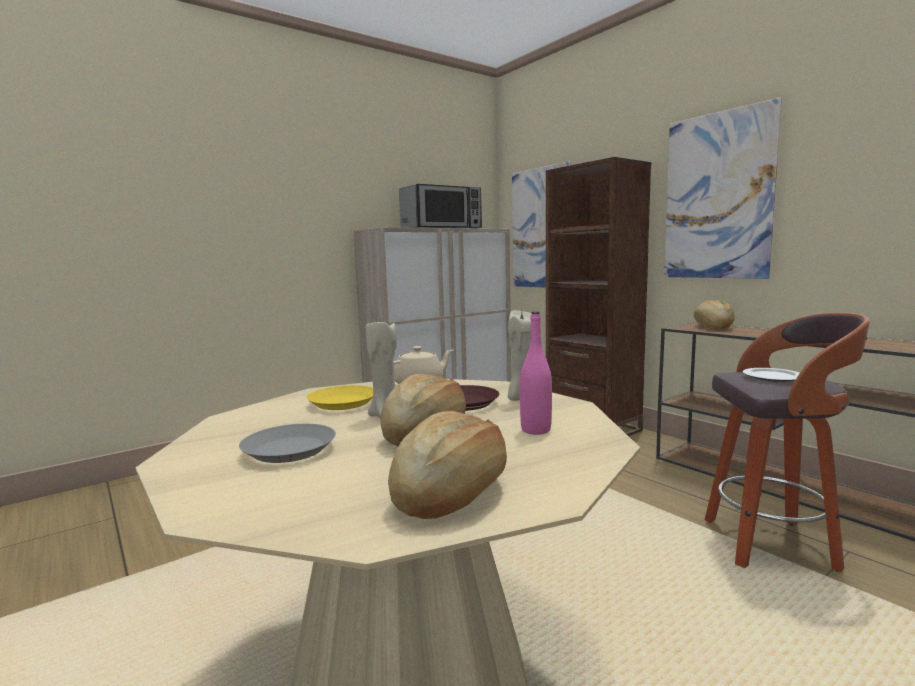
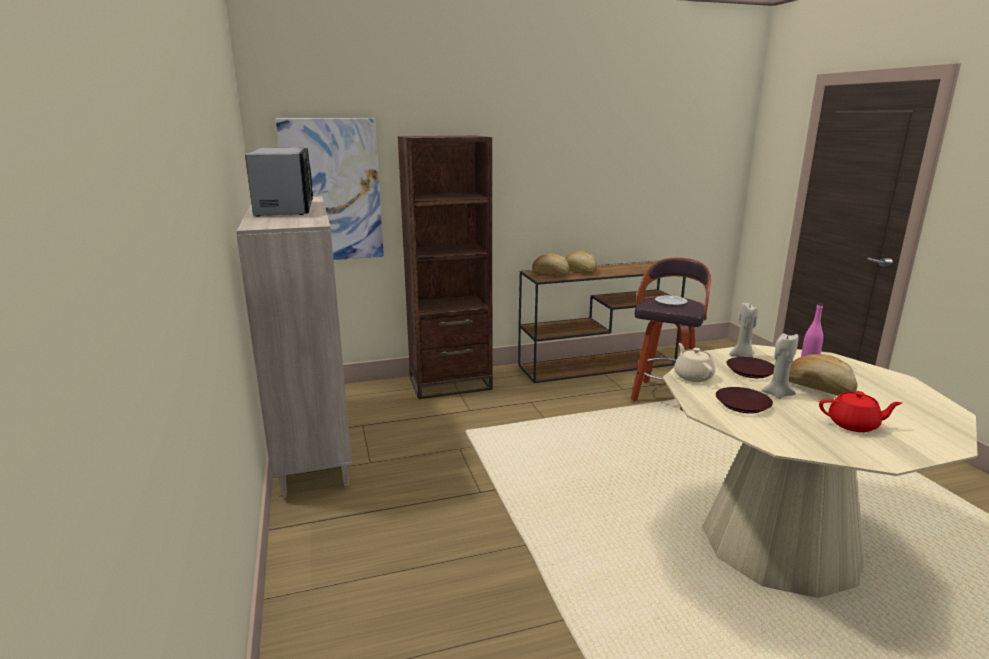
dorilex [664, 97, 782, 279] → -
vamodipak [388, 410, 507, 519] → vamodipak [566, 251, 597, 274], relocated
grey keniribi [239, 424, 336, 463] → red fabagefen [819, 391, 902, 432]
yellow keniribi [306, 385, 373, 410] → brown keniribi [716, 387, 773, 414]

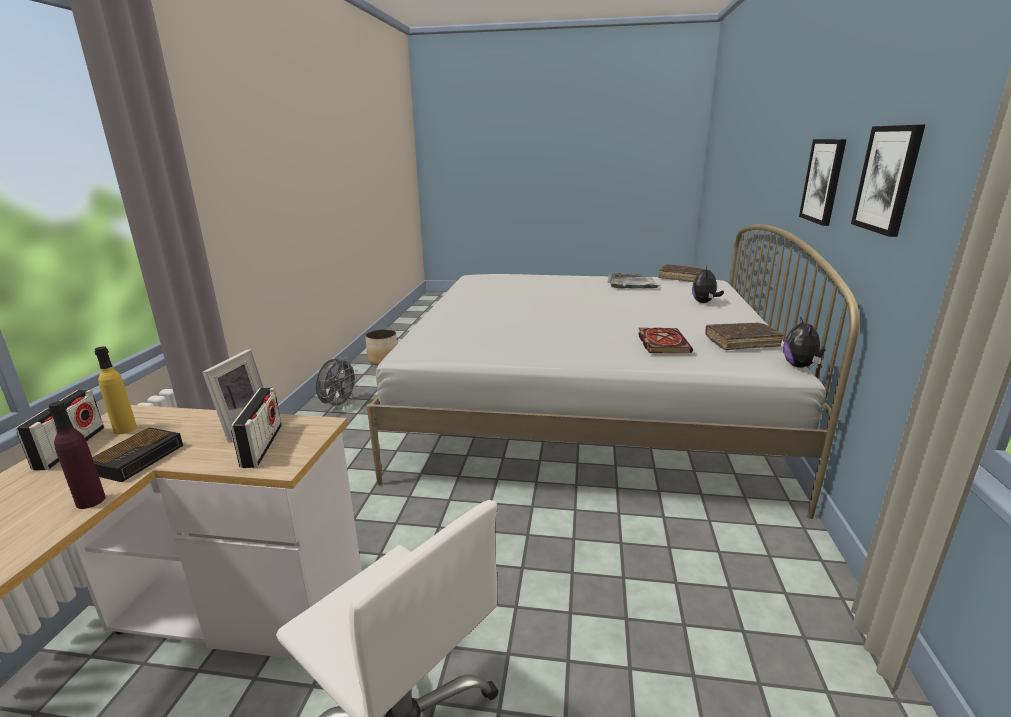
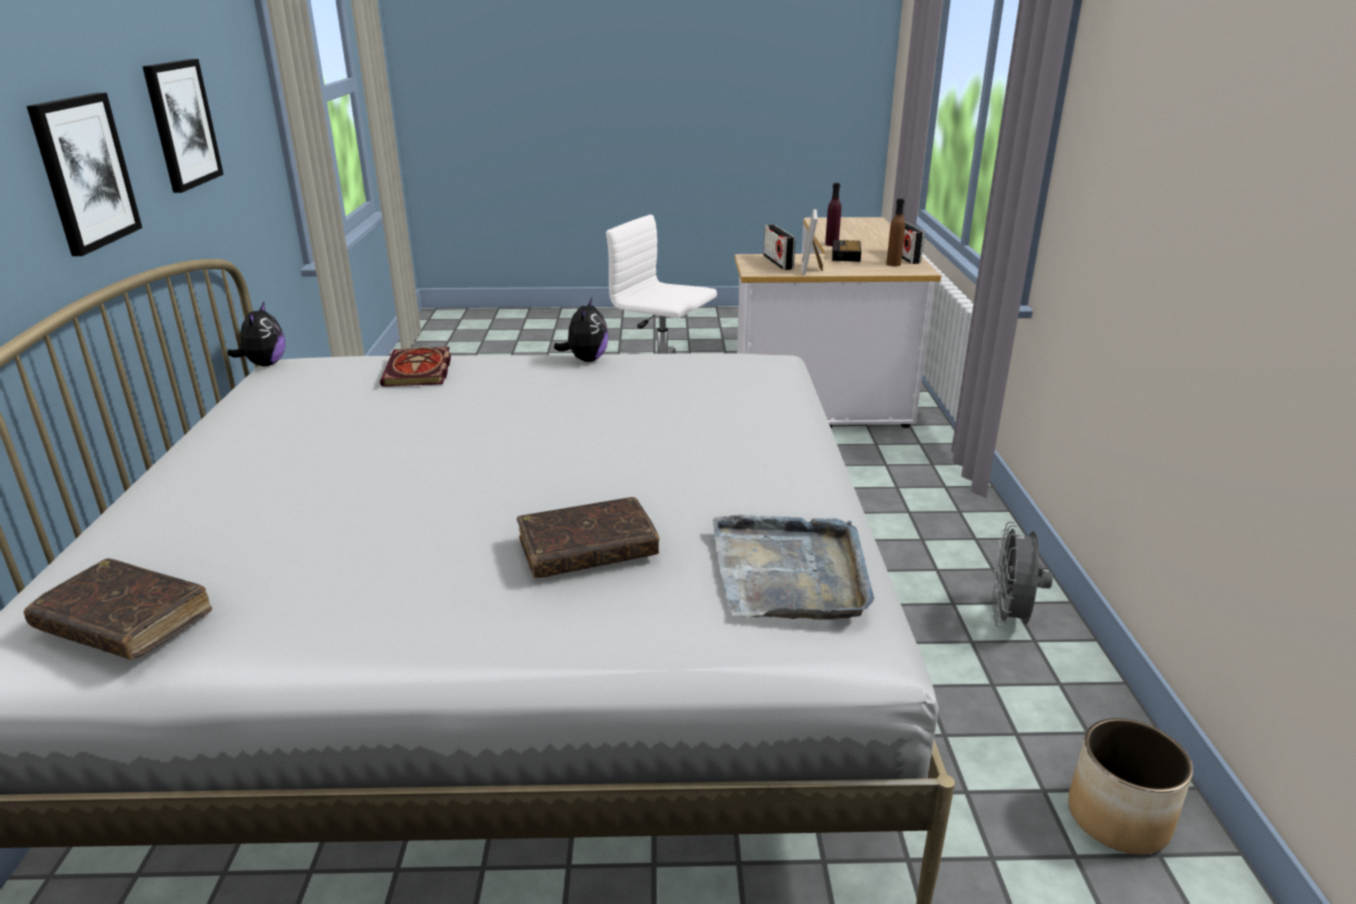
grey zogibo [608, 273, 660, 289] → grey zogibo [713, 514, 874, 620], relocated
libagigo [692, 266, 724, 303] → libagigo [554, 298, 608, 362], relocated
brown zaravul [705, 323, 784, 350] → brown zaravul [517, 497, 659, 578], relocated
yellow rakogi [95, 346, 137, 434] → brown rakogi [886, 198, 905, 266]

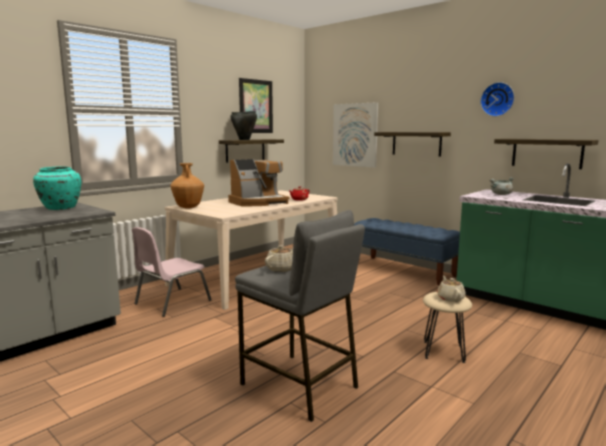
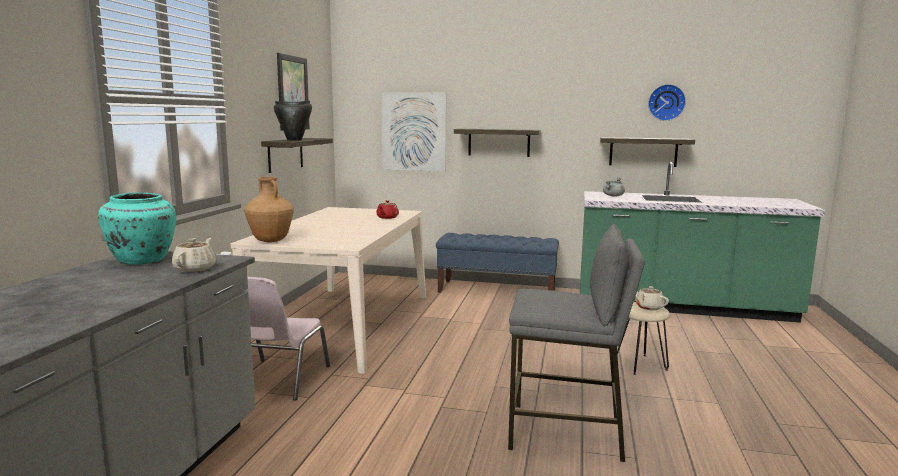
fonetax [228, 159, 289, 206] → -
beige fabagefen [265, 245, 293, 272] → beige fabagefen [172, 238, 216, 273], relocated
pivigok [480, 82, 515, 117] → pivigok [648, 84, 686, 121], relocated

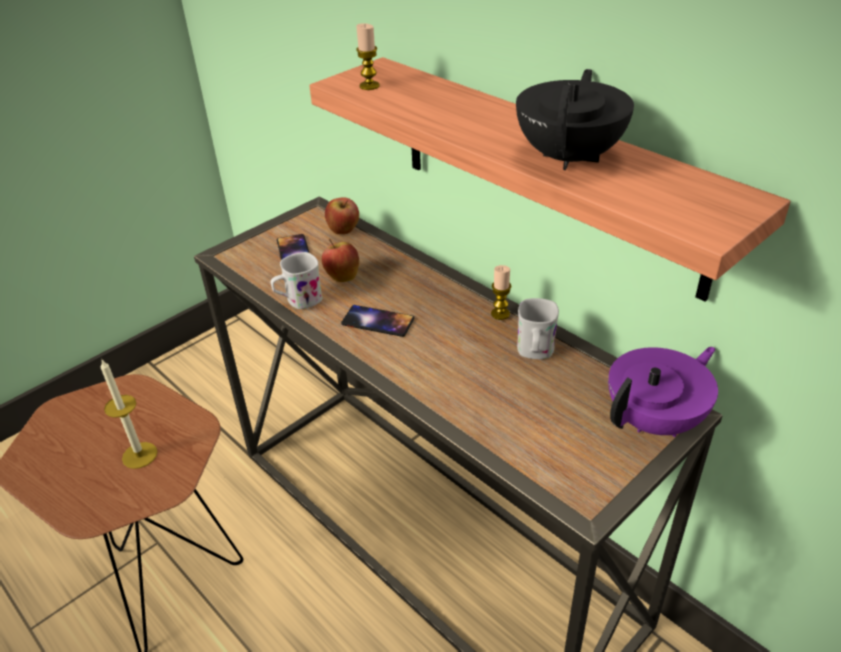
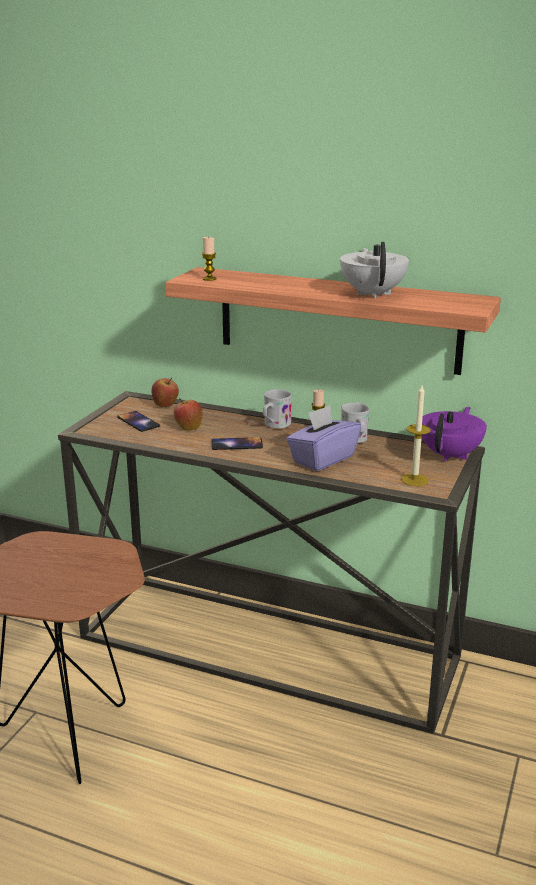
- → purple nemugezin [286, 405, 361, 471]
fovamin [101, 360, 158, 469] → fovamin [401, 385, 431, 486], relocated
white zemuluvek [271, 252, 322, 309] → white zemuluvek [263, 389, 292, 429], relocated
black fabagefen [516, 69, 634, 170] → white fabagefen [340, 242, 409, 299]

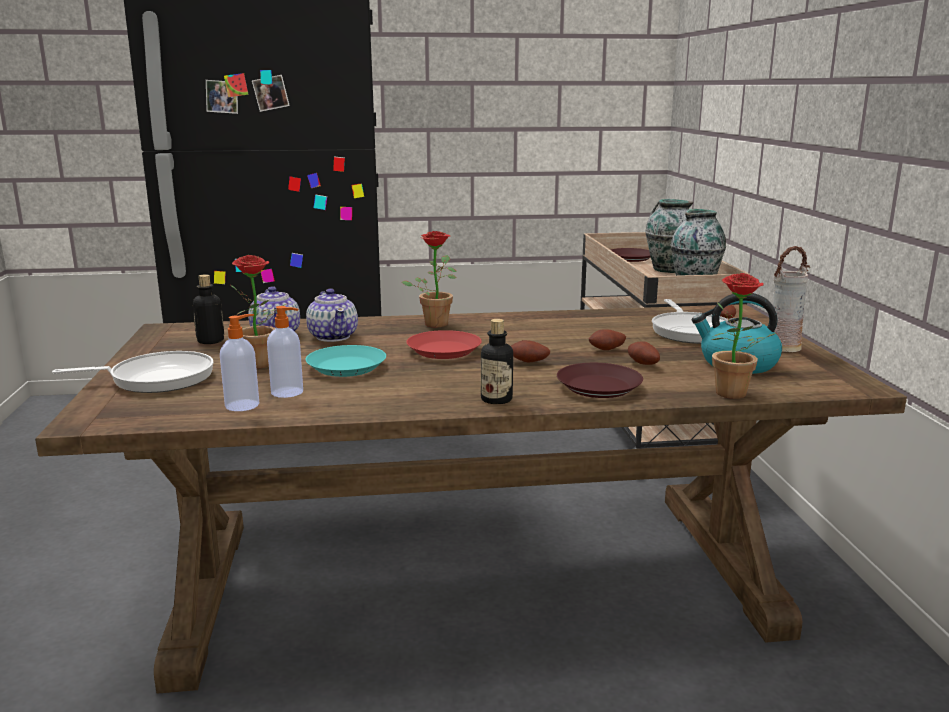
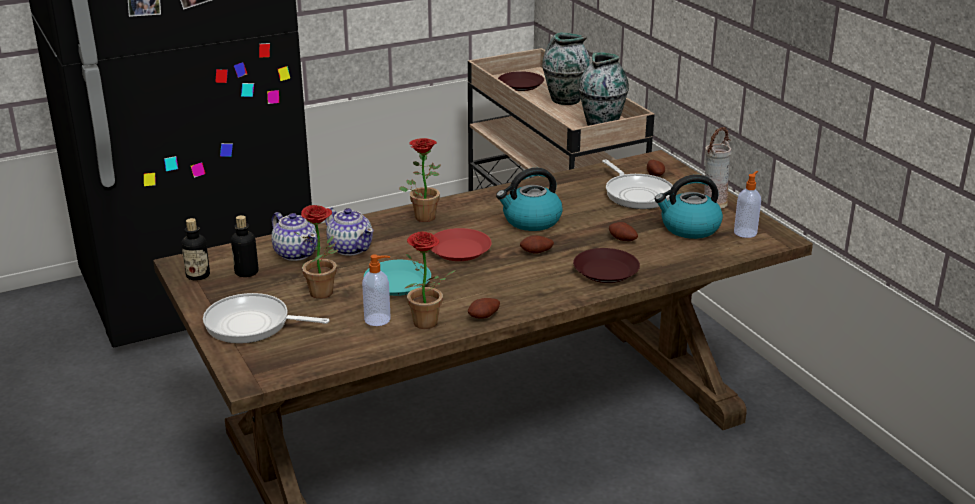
- → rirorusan [496, 168, 562, 231]
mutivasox [220, 314, 259, 411] → mutivasox [734, 171, 761, 238], relocated
rakogi [481, 319, 513, 404] → rakogi [182, 218, 210, 280], relocated
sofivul [589, 329, 626, 350] → sofivul [468, 298, 500, 318], relocated
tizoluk [712, 273, 776, 399] → tizoluk [405, 231, 456, 329], relocated
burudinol [52, 351, 214, 393] → burudinol [203, 293, 329, 344], 135 degrees counterclockwise

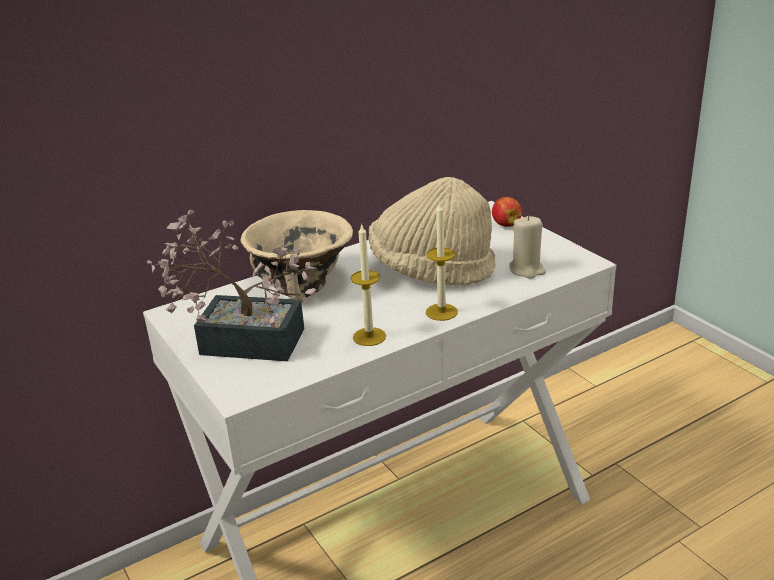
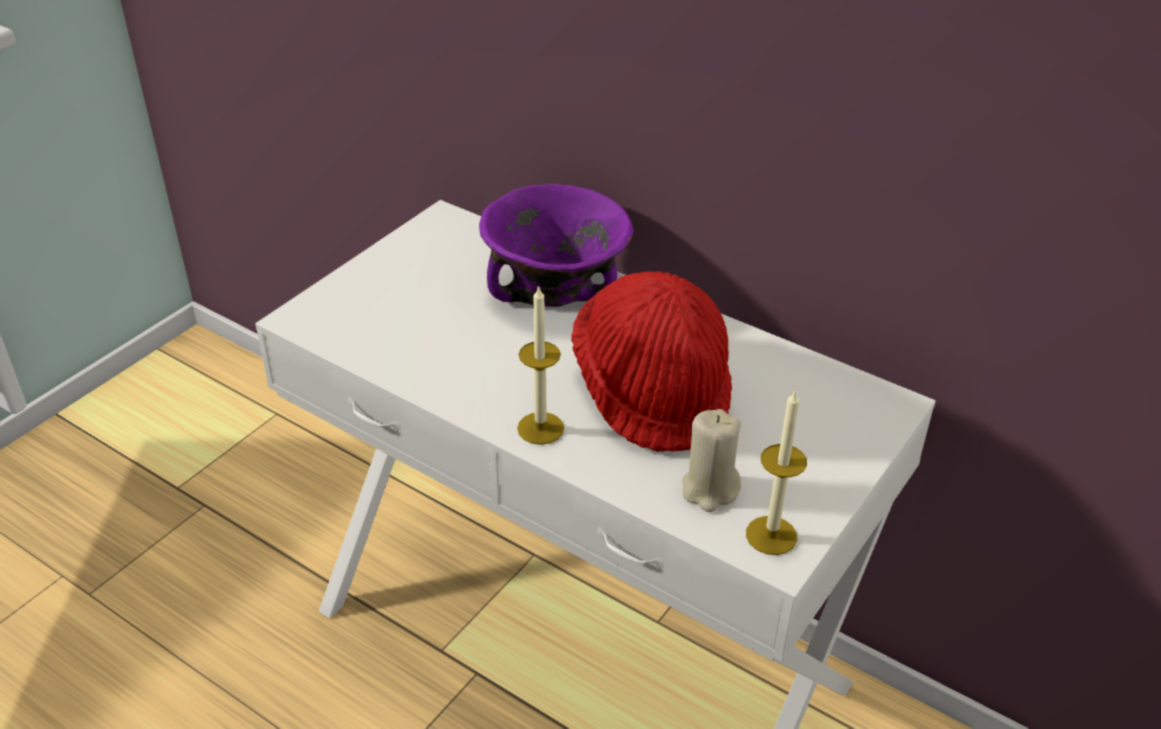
tizoluk [147, 210, 317, 361] → -
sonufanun [492, 197, 522, 227] → -
fovamin [351, 223, 386, 346] → fovamin [746, 389, 807, 555], relocated
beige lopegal [241, 210, 353, 303] → purple lopegal [479, 184, 634, 307]
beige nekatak [369, 177, 496, 285] → red nekatak [571, 271, 732, 452]

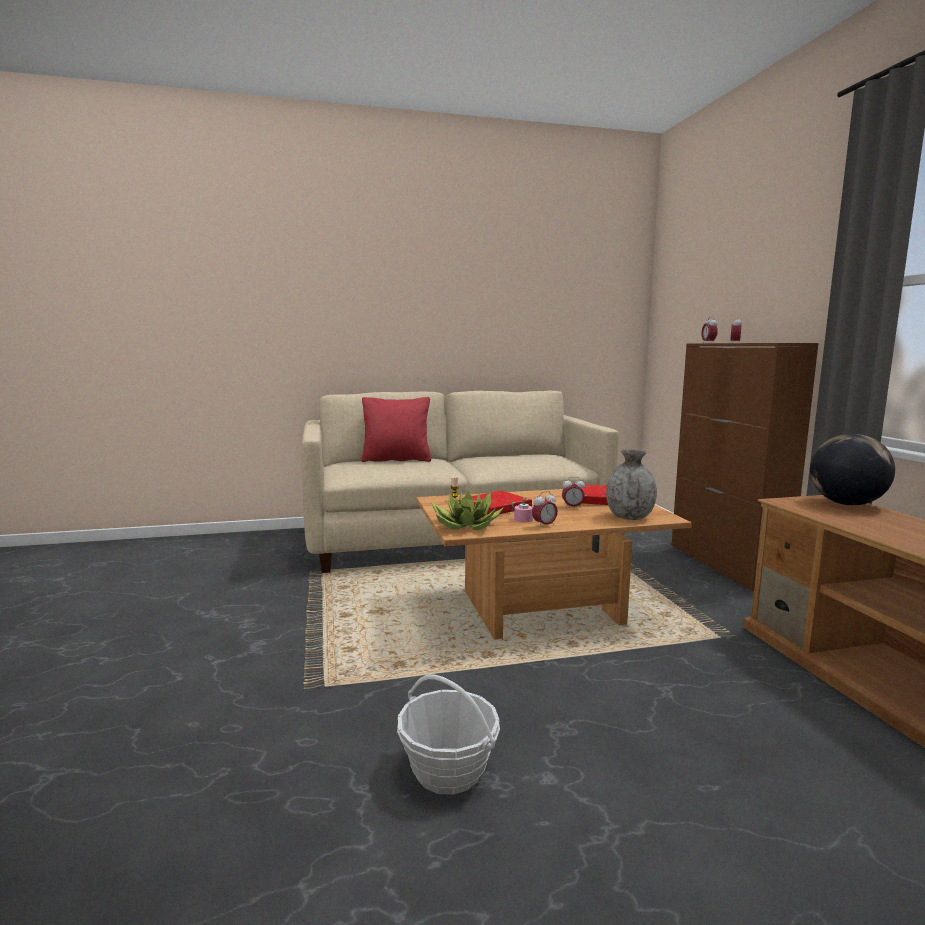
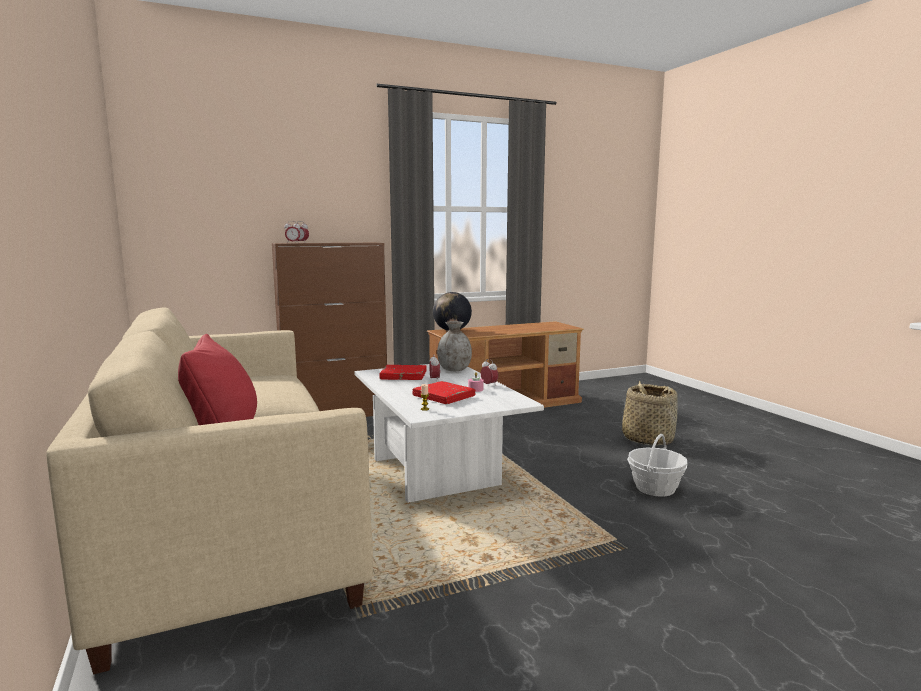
tizoluk [431, 491, 504, 530] → -
- → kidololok [622, 381, 678, 446]
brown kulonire [417, 489, 692, 640] → white kulonire [354, 364, 544, 503]

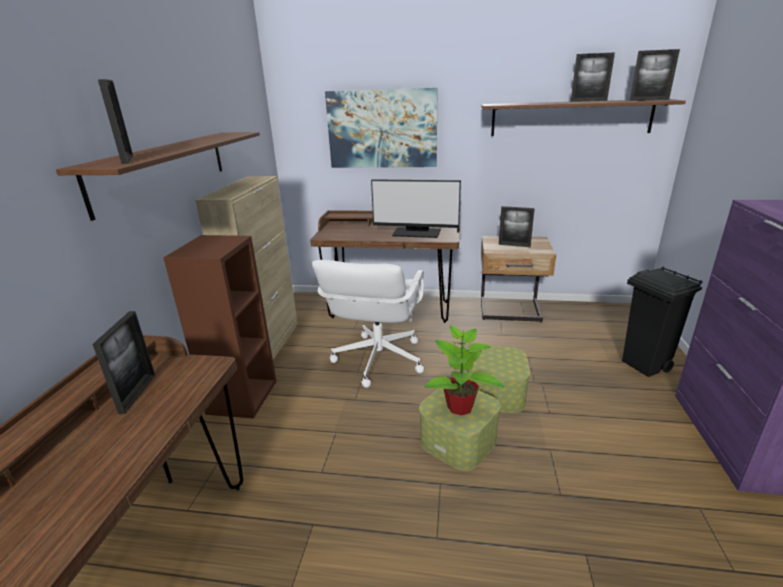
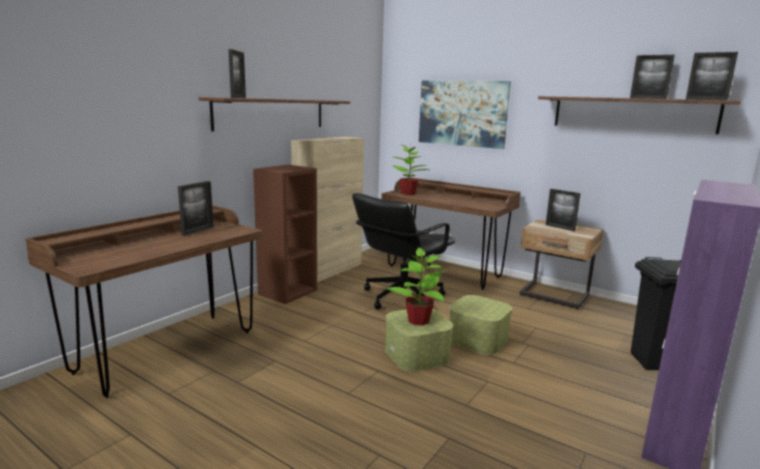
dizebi [371, 179, 461, 238] → -
- → tizoluk [393, 145, 429, 195]
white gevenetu [312, 260, 424, 388] → black gevenetu [352, 193, 456, 309]

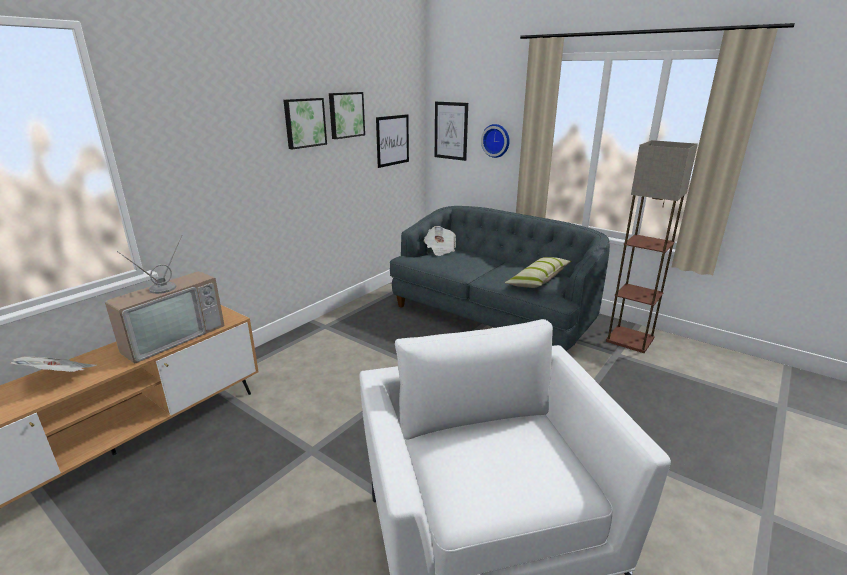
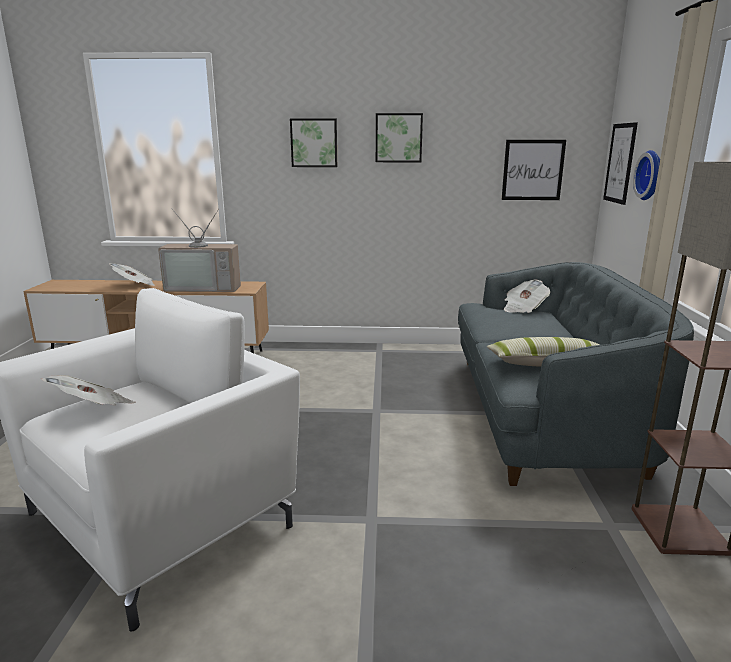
- → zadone [41, 375, 136, 405]
dorilex [329, 92, 365, 139] → dorilex [290, 119, 337, 167], relocated

